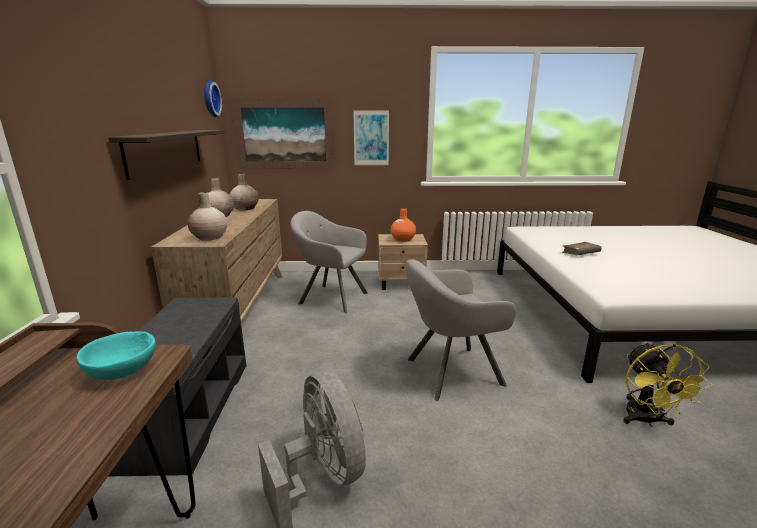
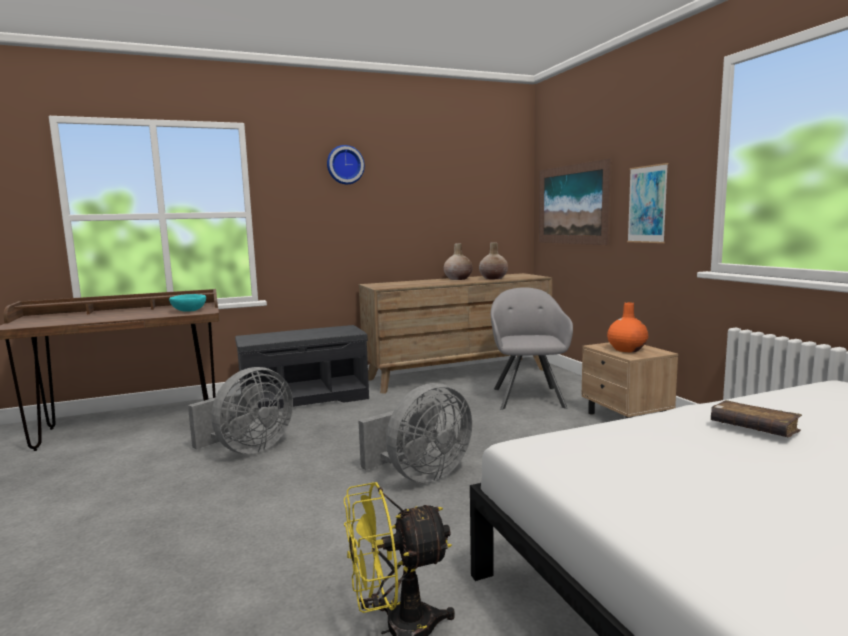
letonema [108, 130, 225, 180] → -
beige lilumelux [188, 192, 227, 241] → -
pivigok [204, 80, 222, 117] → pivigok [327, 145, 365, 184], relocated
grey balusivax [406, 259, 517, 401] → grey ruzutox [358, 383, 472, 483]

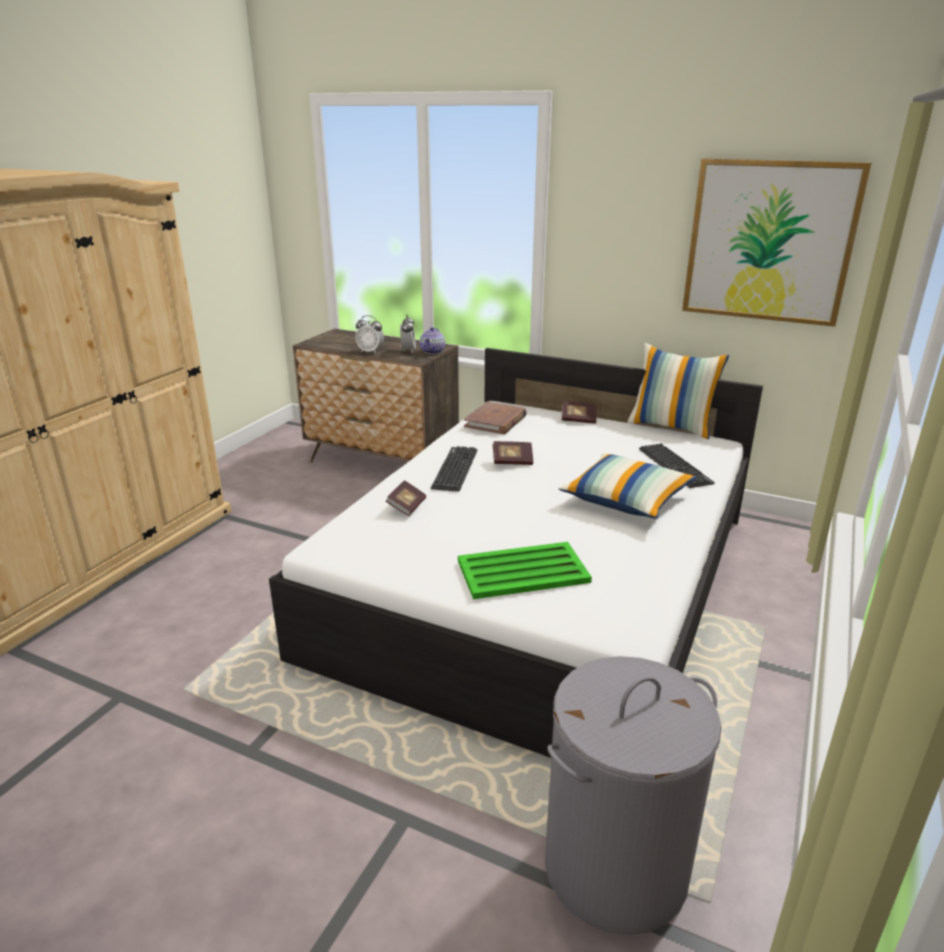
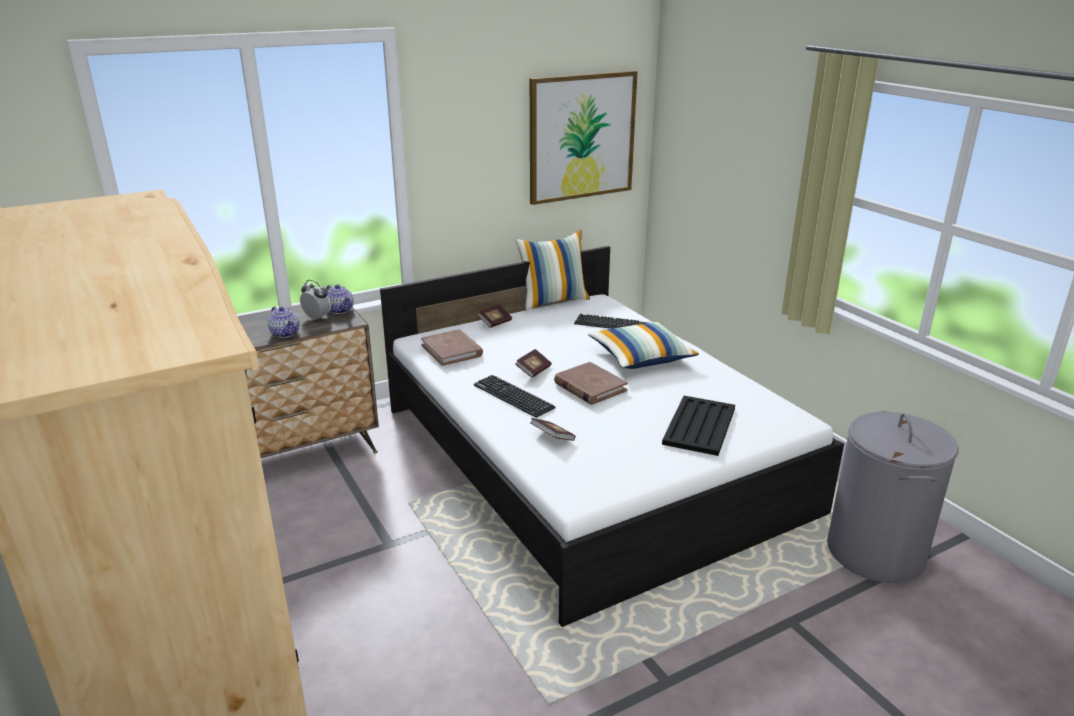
- → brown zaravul [554, 362, 628, 405]
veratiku [356, 316, 384, 354] → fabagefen [268, 306, 300, 338]
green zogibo [458, 542, 592, 599] → black zogibo [662, 396, 735, 456]

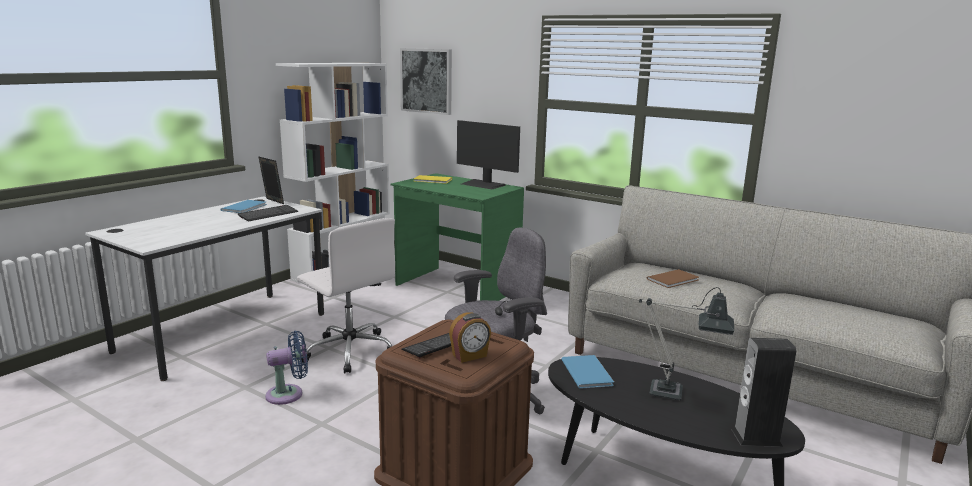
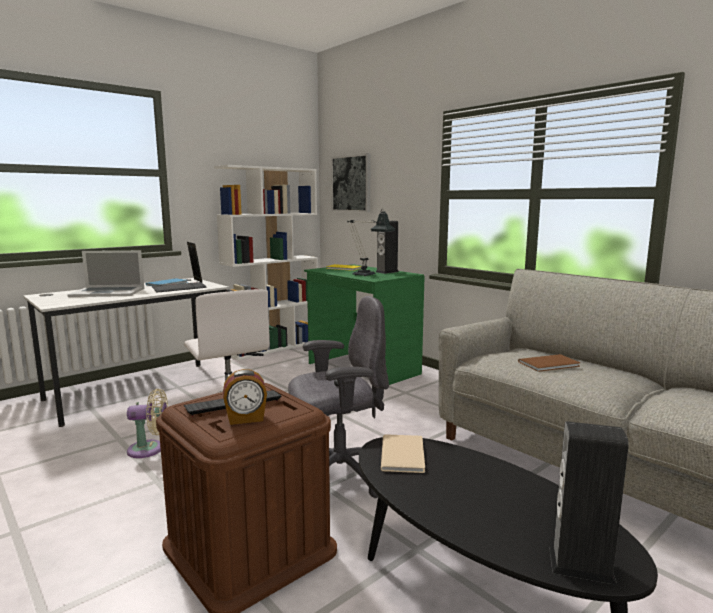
- → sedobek [67, 250, 144, 297]
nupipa [639, 287, 734, 400] → nupipa [347, 208, 395, 276], relocated
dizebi [457, 120, 520, 189] → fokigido [376, 221, 399, 274]
blue ruzutox [265, 331, 308, 405] → beige ruzutox [127, 389, 168, 458]
blue zaravul [561, 355, 614, 389] → beige zaravul [381, 434, 425, 473]

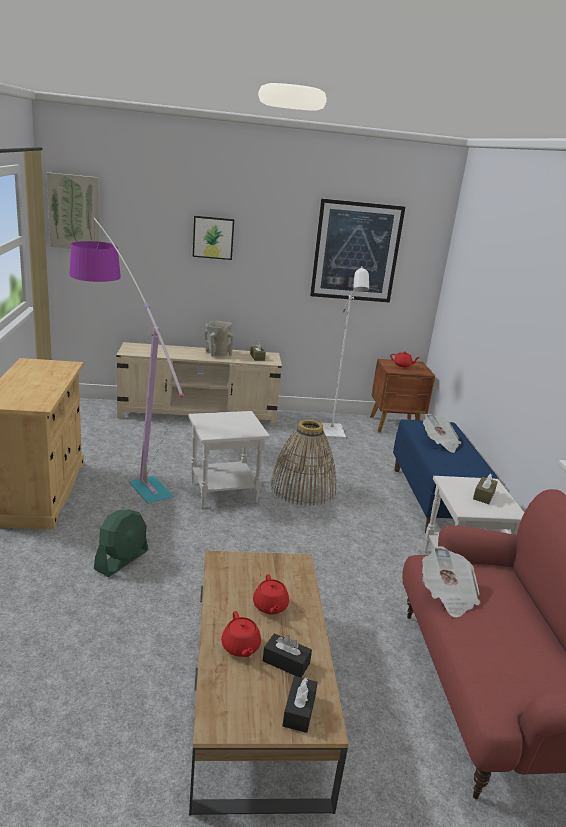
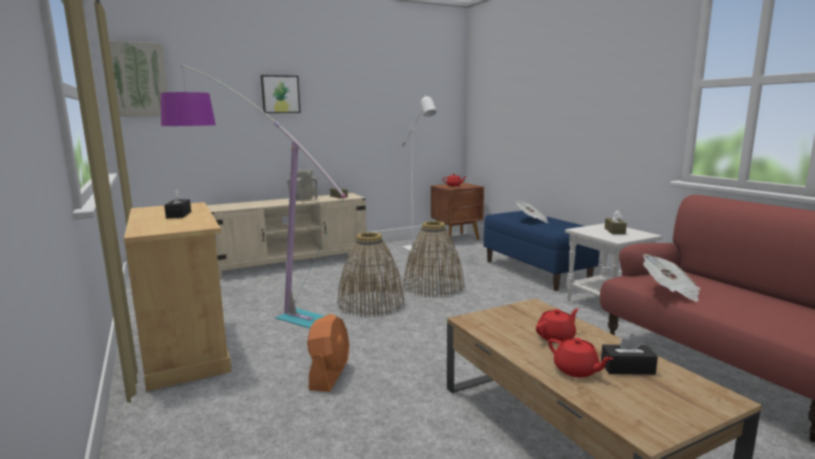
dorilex [310, 199, 405, 303] → -
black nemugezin [283, 676, 318, 733] → black nemugezin [164, 189, 191, 218], relocated
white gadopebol [188, 411, 270, 508] → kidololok [338, 232, 405, 318]
green ruzutox [94, 509, 148, 577] → orange ruzutox [307, 314, 349, 392]
red fabagefen [253, 574, 289, 614] → red fabagefen [536, 309, 579, 343], 90 degrees counterclockwise

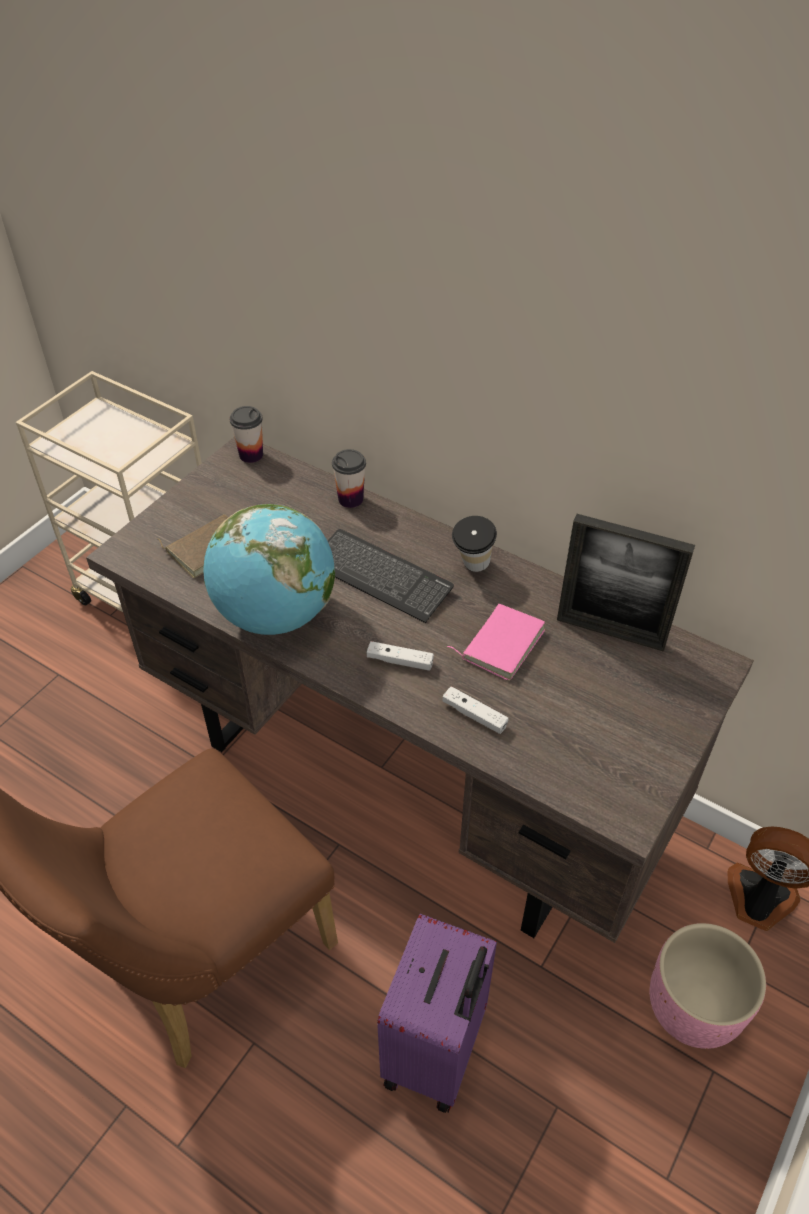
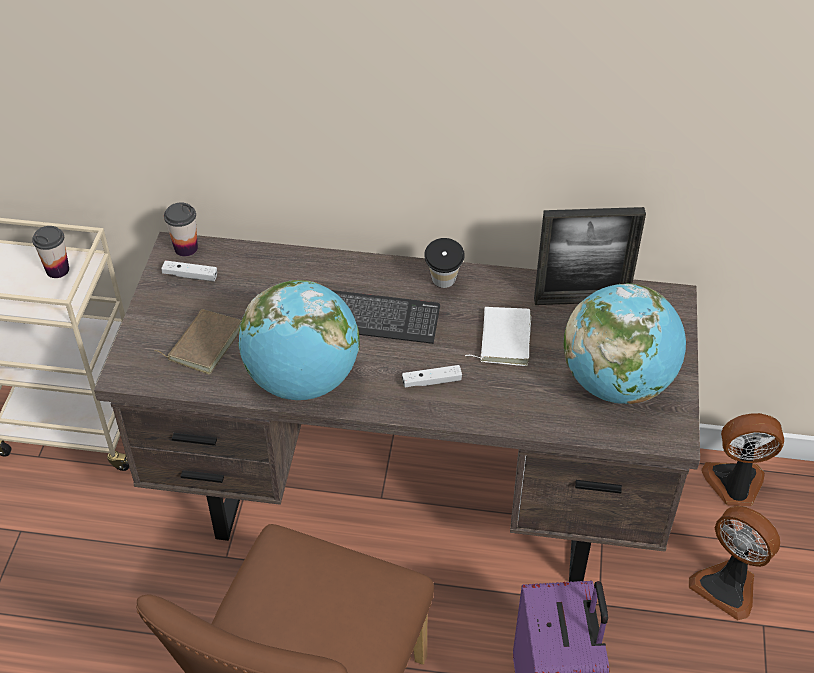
- → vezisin [564, 283, 686, 404]
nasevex [332, 449, 366, 508] → nasevex [32, 226, 69, 278], relocated
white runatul [442, 686, 509, 734] → white runatul [161, 260, 217, 281], relocated
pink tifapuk [650, 923, 766, 1049] → ruzutox [689, 506, 780, 620]
pink zaravul [447, 604, 545, 681] → white zaravul [465, 307, 531, 366]

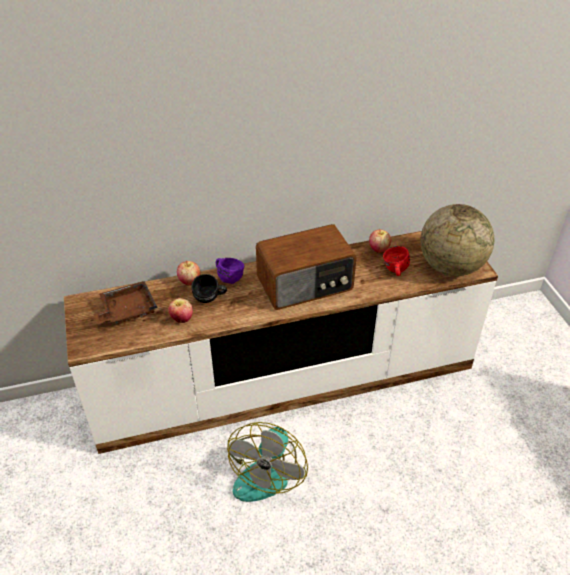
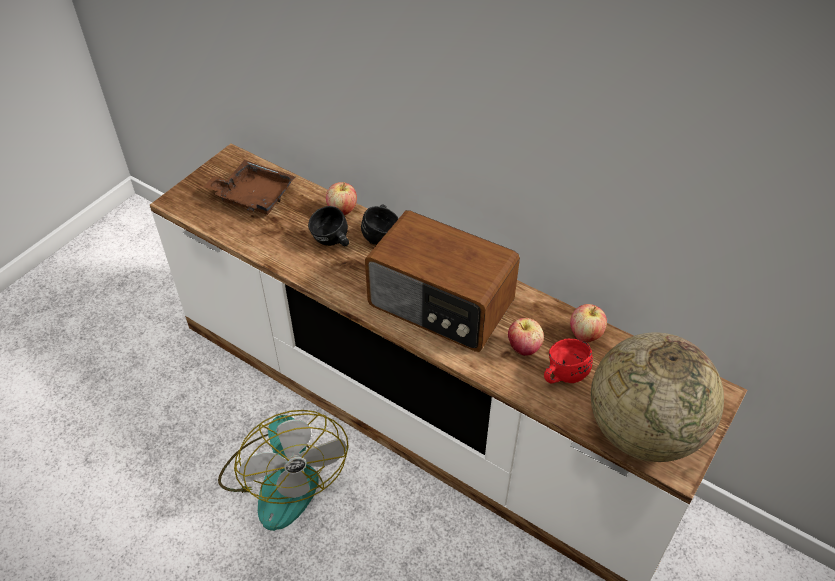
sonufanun [168, 298, 193, 323] → sonufanun [508, 318, 544, 356], relocated
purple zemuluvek [216, 258, 244, 284] → black zemuluvek [361, 205, 398, 245]
ruzutox [227, 422, 308, 502] → ruzutox [218, 410, 349, 531], 90 degrees counterclockwise

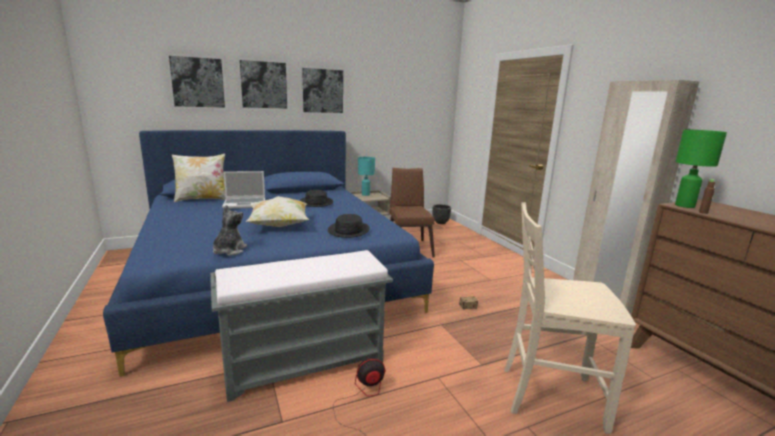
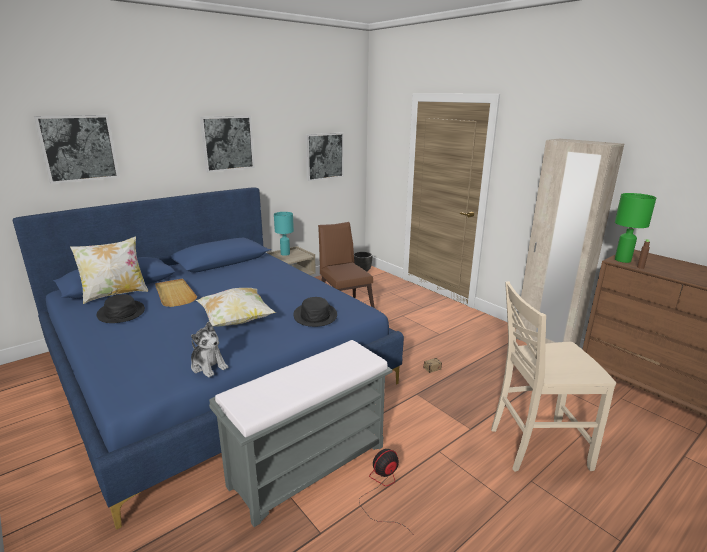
dorilex [237, 58, 289, 110] → dorilex [305, 132, 344, 181], relocated
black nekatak [300, 190, 333, 207] → black nekatak [97, 294, 145, 323], relocated
sedobek [222, 171, 265, 209] → beige zogibo [155, 278, 197, 307]
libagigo [213, 205, 247, 256] → libagigo [191, 321, 229, 378], 135 degrees clockwise

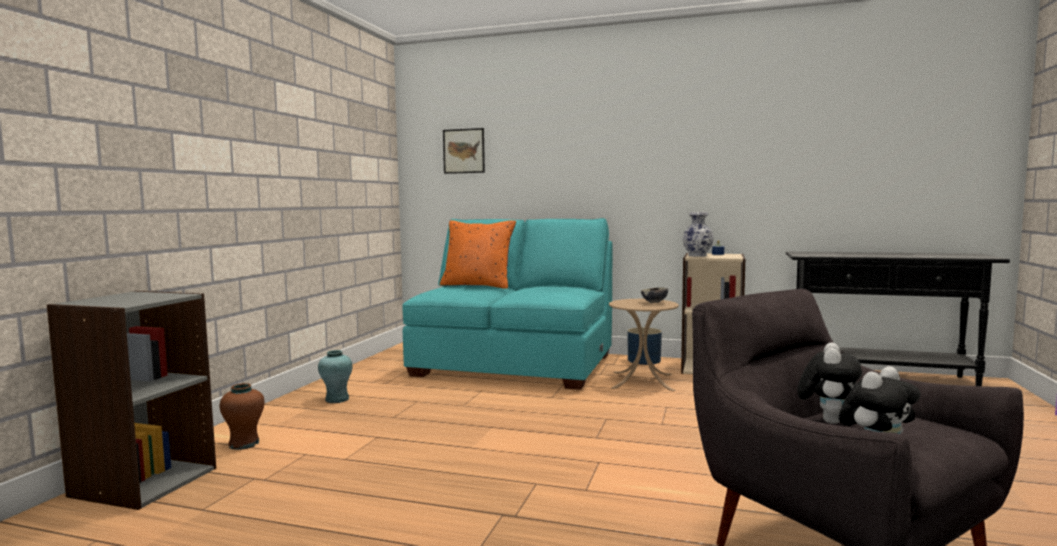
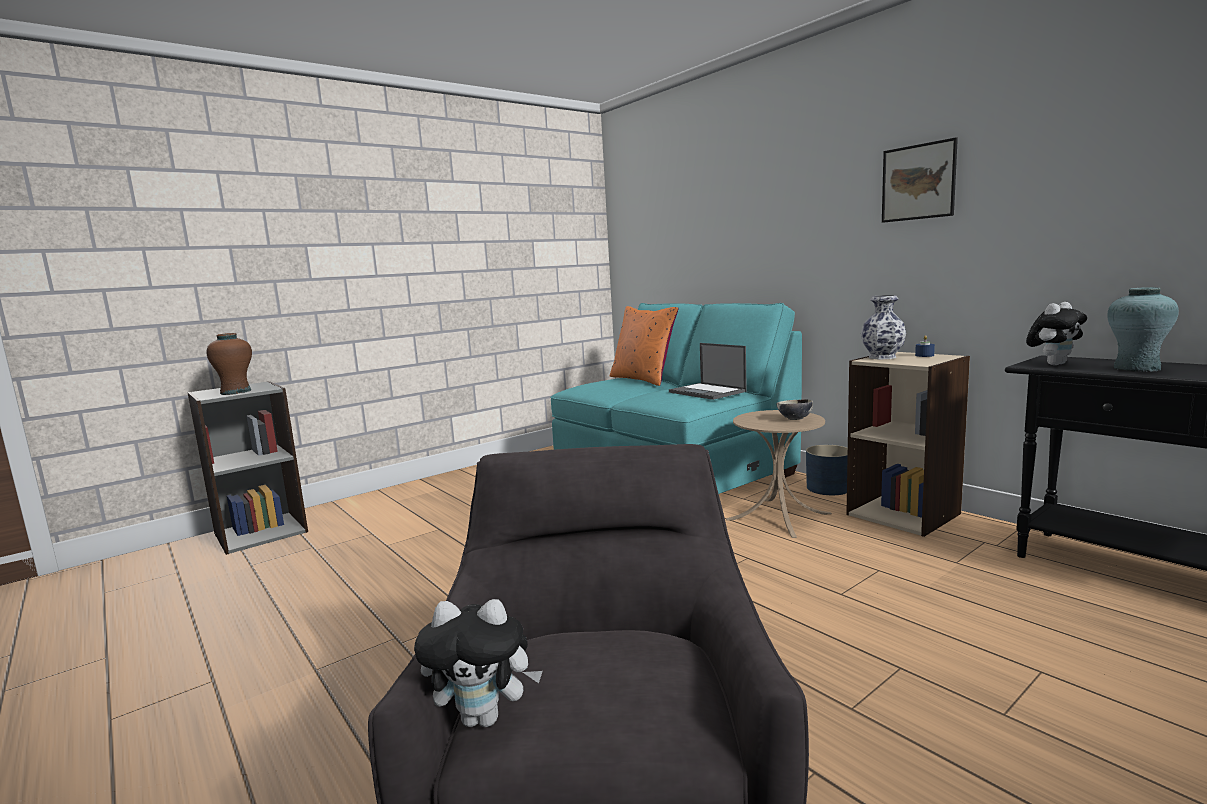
- → sedobek [669, 343, 747, 400]
brown lilumelux [220, 383, 265, 450] → brown lilumelux [207, 333, 252, 395], relocated
turquoise lilumelux [318, 350, 353, 403] → turquoise lilumelux [1107, 287, 1179, 372], relocated
dorilex [443, 128, 485, 174] → dorilex [882, 137, 958, 223], relocated
libagigo [797, 343, 862, 424] → libagigo [1026, 302, 1087, 365], relocated

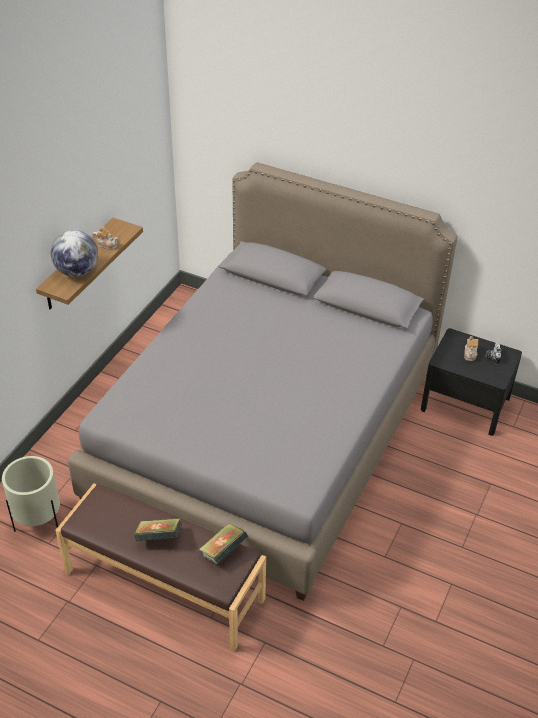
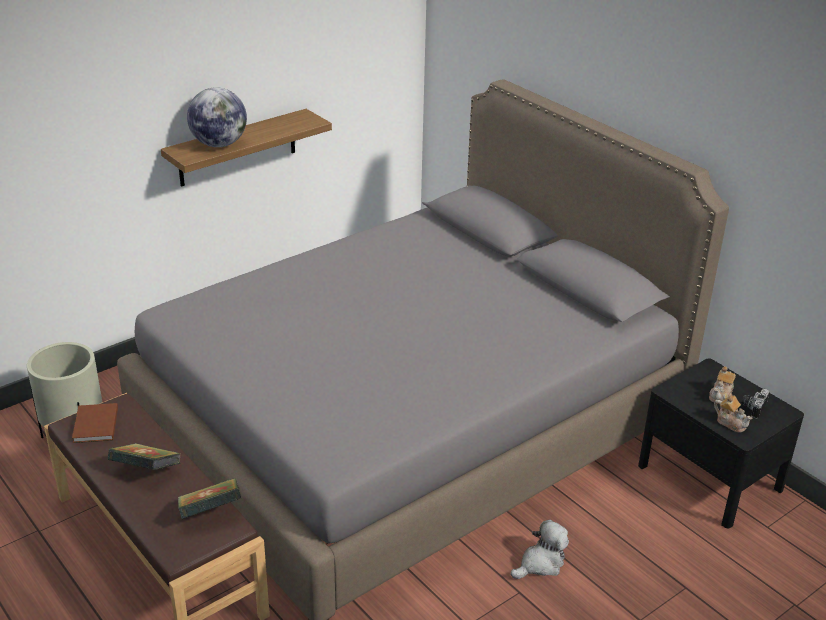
- → brown zaravul [72, 403, 118, 443]
- → libagigo [510, 520, 569, 579]
fabagefen [93, 226, 118, 250] → fabagefen [714, 396, 752, 433], relocated

